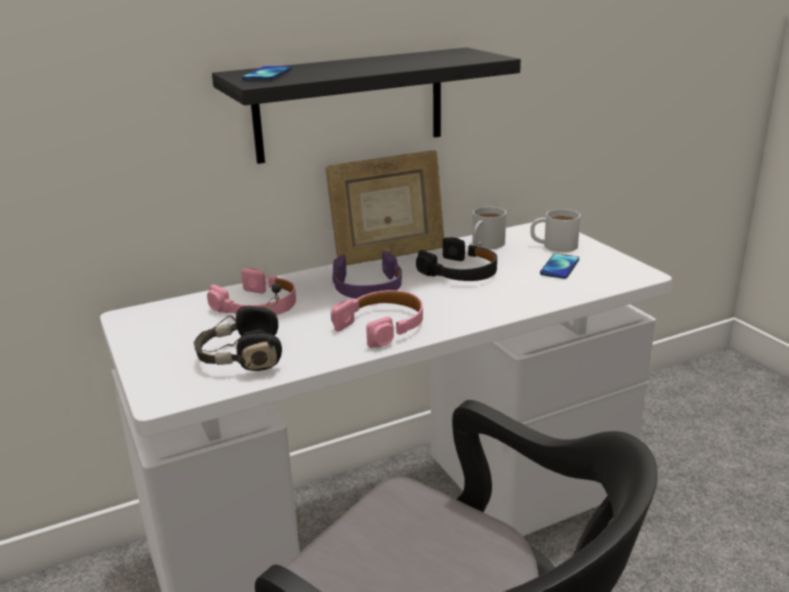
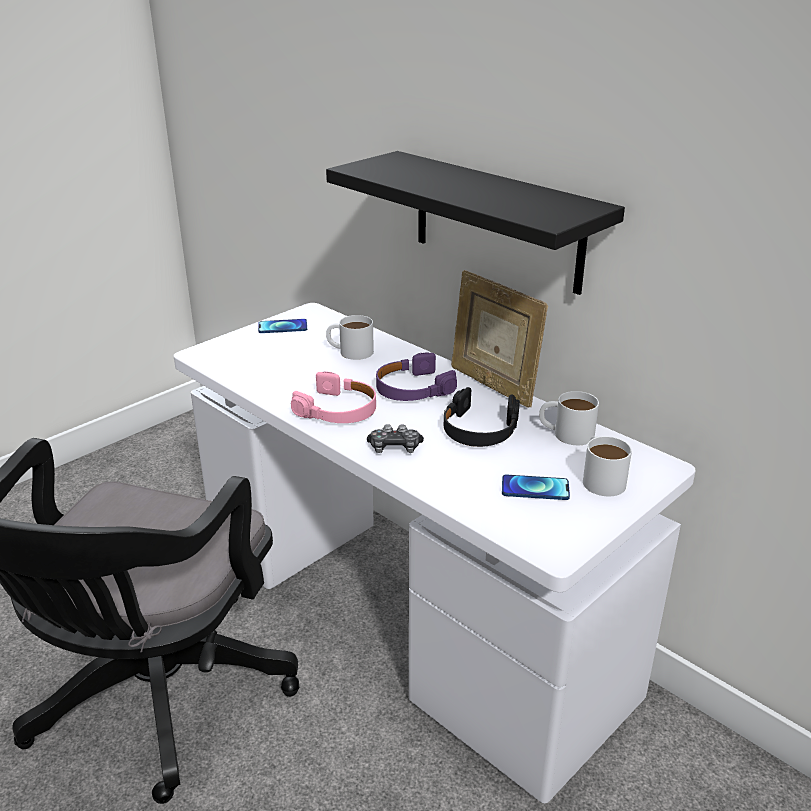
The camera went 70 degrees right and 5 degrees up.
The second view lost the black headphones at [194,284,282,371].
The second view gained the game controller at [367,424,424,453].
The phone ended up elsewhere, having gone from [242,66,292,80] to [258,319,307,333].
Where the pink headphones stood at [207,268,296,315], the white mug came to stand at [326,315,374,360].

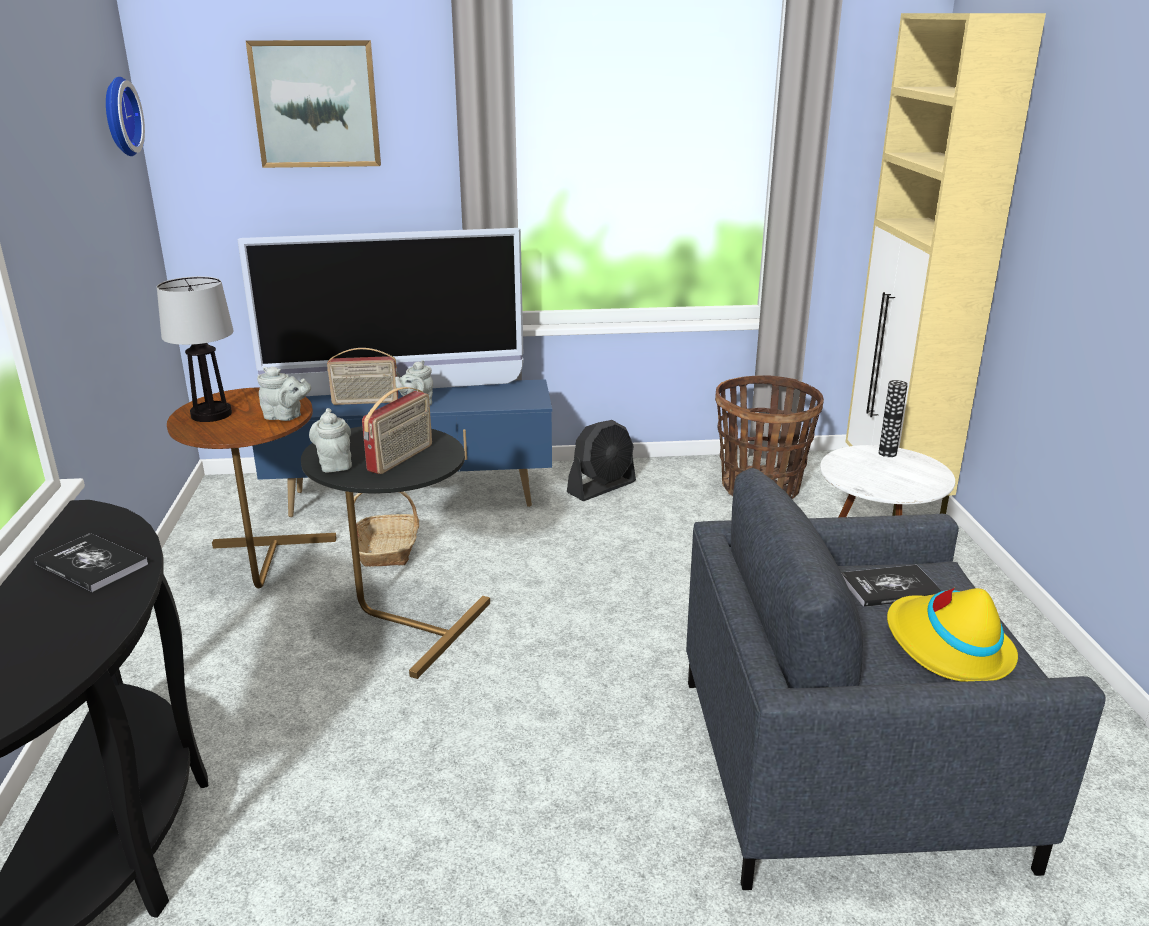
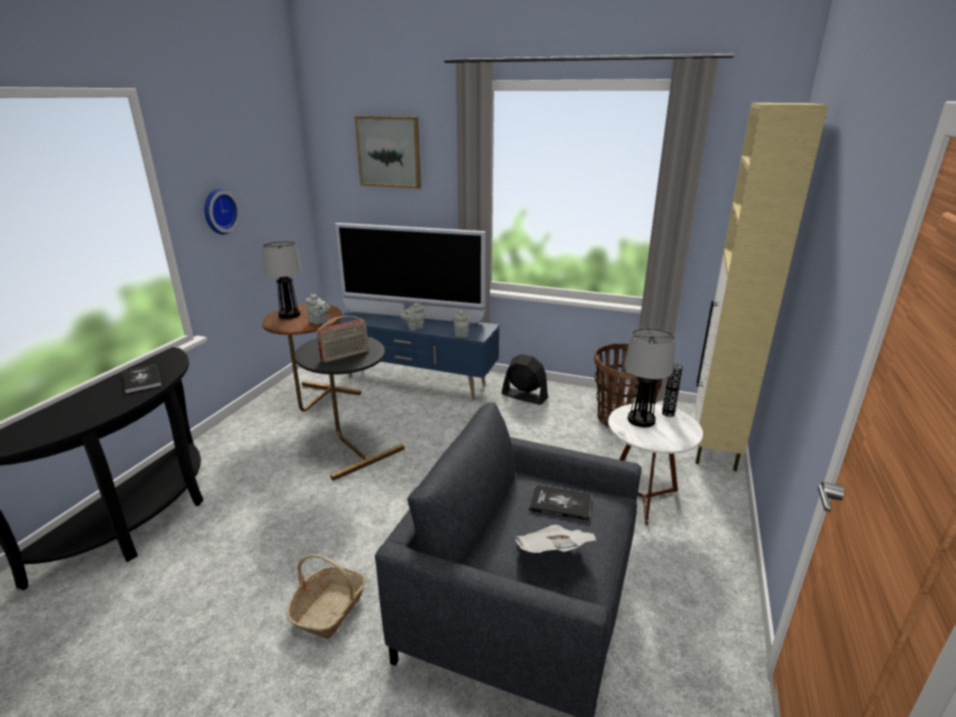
The camera went 25 degrees right and 0 degrees up.
The second view lost the radio at [327,348,398,405].
The second view gained the table lamp at [624,328,675,427].
The wall clock ended up elsewhere, having gone from [106,77,145,156] to [204,188,240,235].
The grey teapot ended up elsewhere, having gone from [309,408,352,472] to [453,309,471,338].
The basket ended up elsewhere, having gone from [354,492,419,567] to [286,554,366,639].
Where the yellow hat stood at [887,588,1018,682], the newspaper came to stand at [516,525,597,553].
The black fan at [567,420,636,501] ended up facing another way, 135 degrees counterclockwise from before.

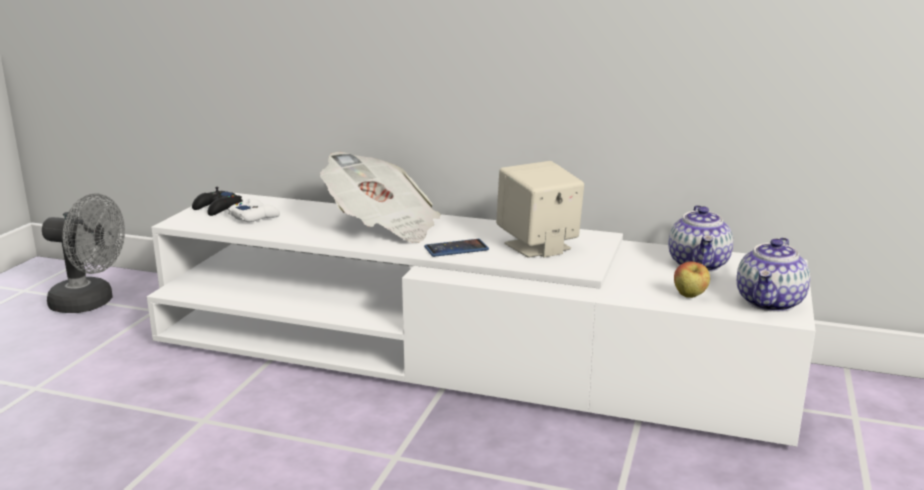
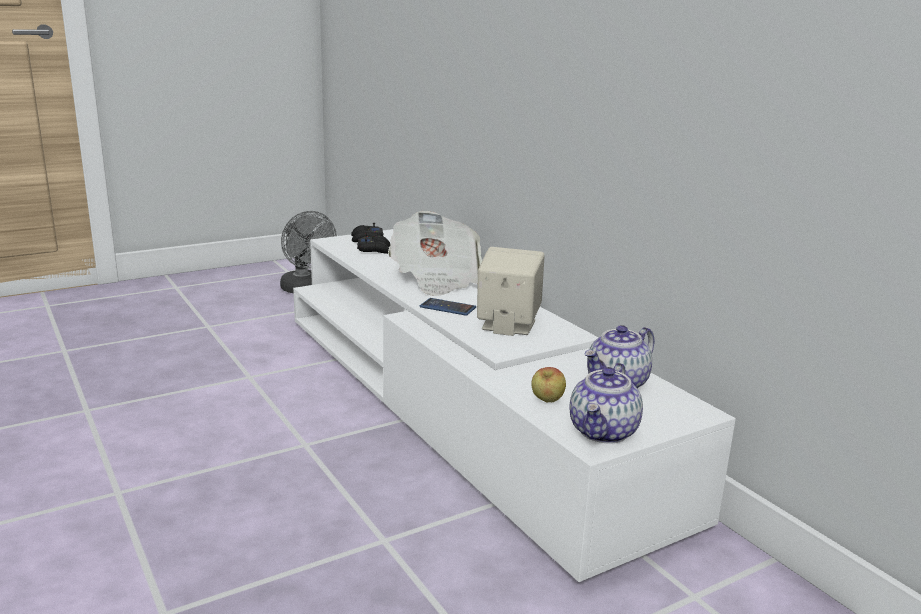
The camera went 40 degrees right and 0 degrees up.
What was the white game controller at [228,199,280,222] turned into the black game controller at [357,235,391,254].
The teapot at [737,237,810,312] ended up facing another way, 45 degrees counterclockwise from before.

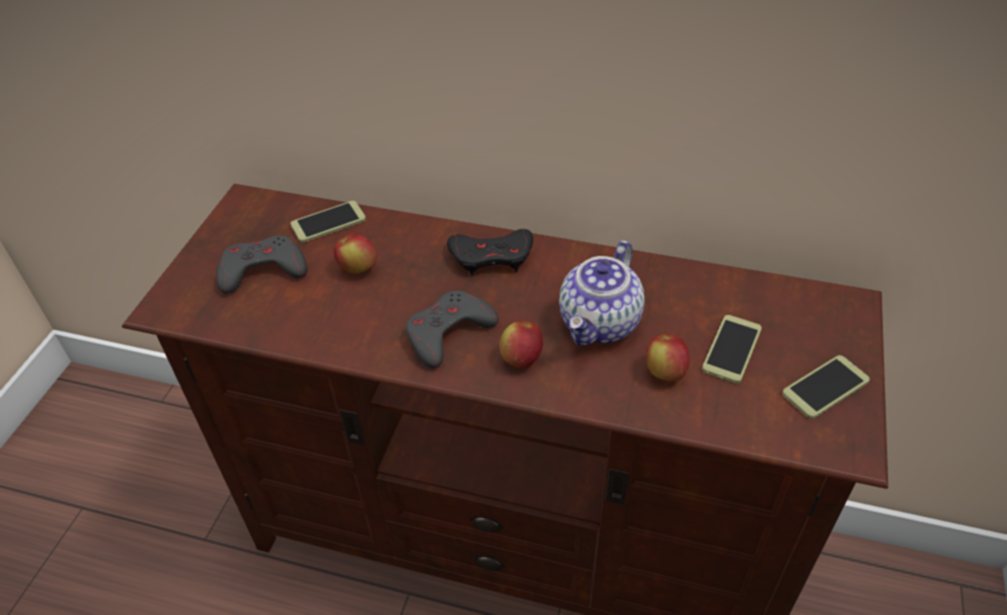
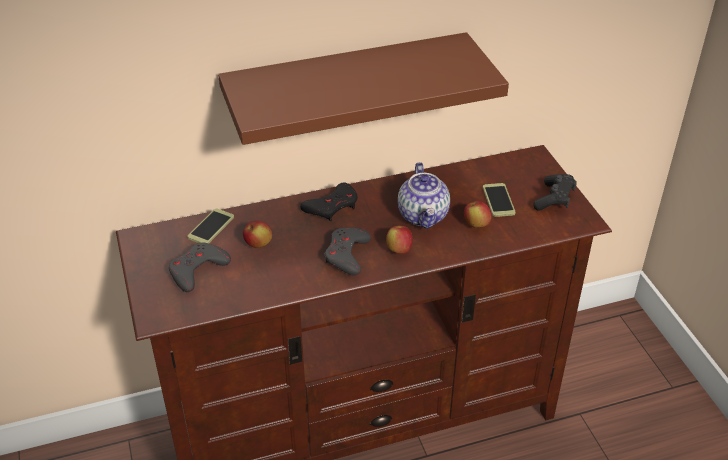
The camera went 35 degrees left and 5 degrees down.
The second view gained the brown shelf at [218,32,509,145].
Where the phone stood at [782,355,870,419], the black game controller came to stand at [533,174,577,211].

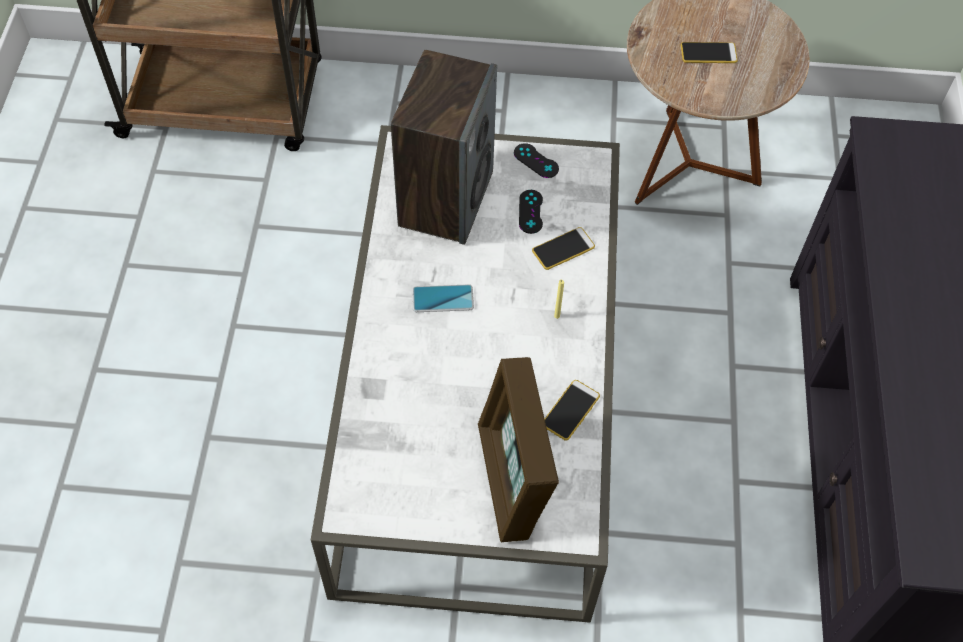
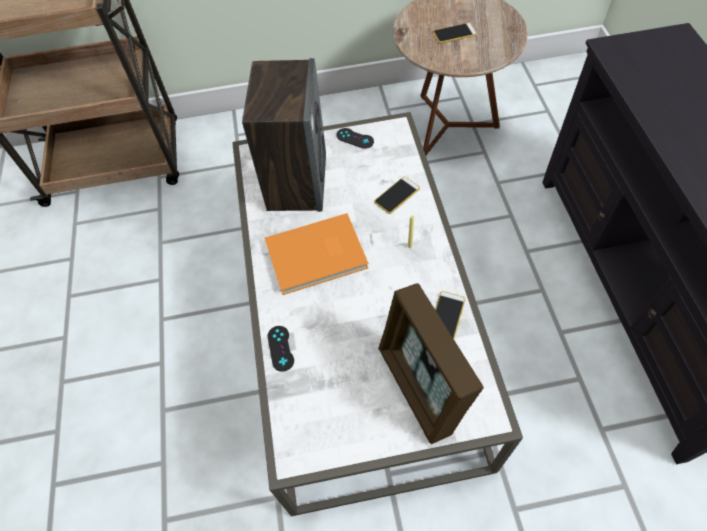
The camera went 10 degrees left and 0 degrees up.
The black game controller ended up elsewhere, having gone from [519,190,543,234] to [268,326,294,372].
Where the phone stood at [412,284,474,312], the orange book came to stand at [265,213,368,295].

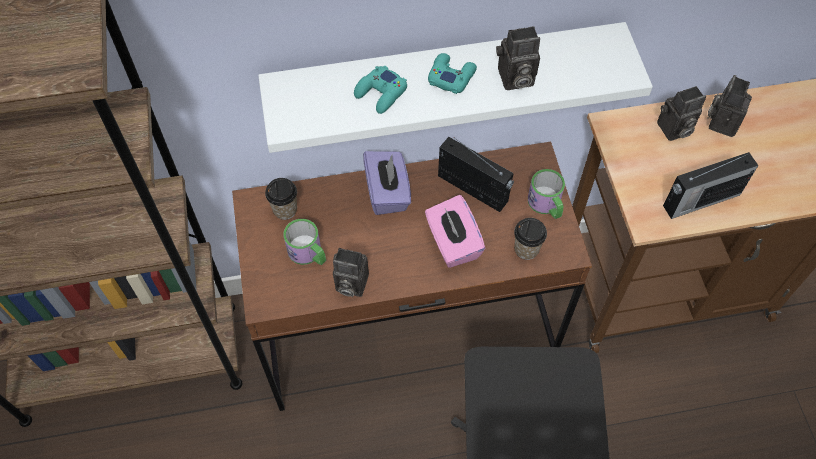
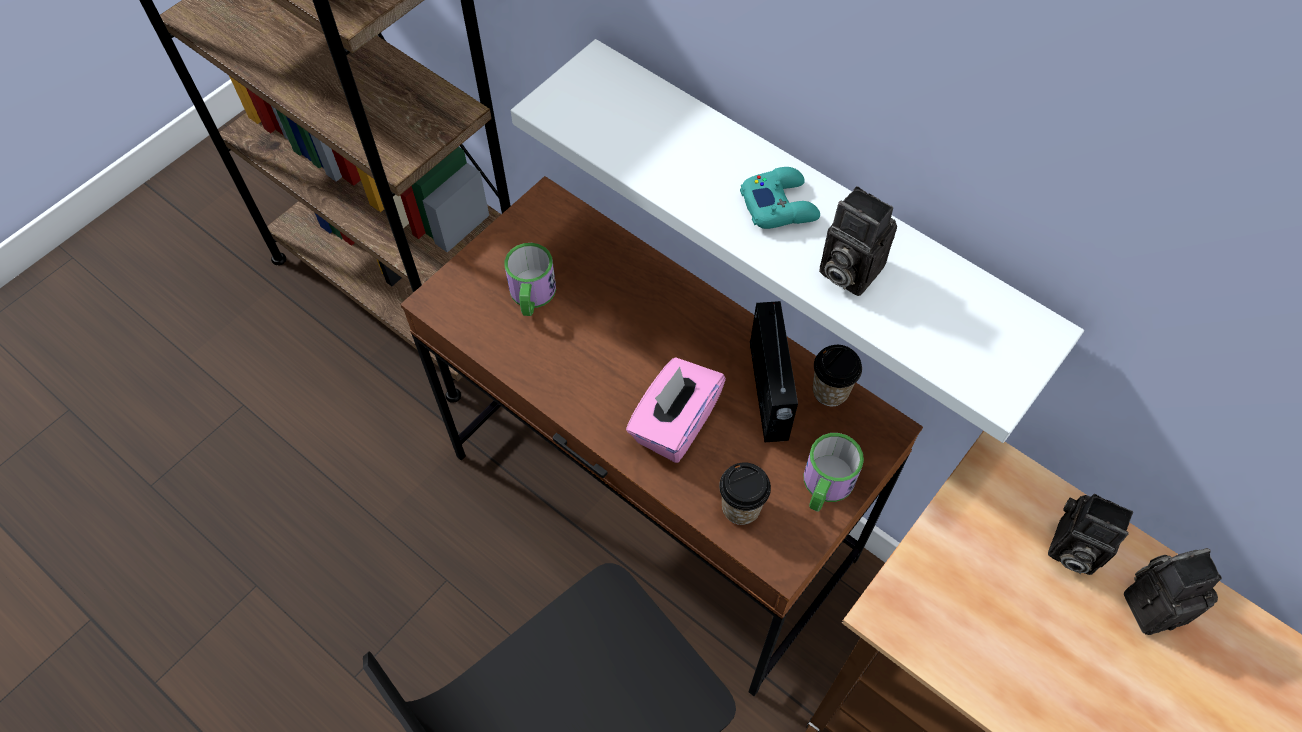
The camera went 50 degrees right and 0 degrees up.
The second view lost the photo camera at [333,248,369,297].
The second view lost the turquoise game controller at [354,66,407,114].
The second view lost the purple tissue box at [363,151,411,215].
The second view lost the radio at [663,152,758,219].
The cup ended up elsewhere, having gone from [265,178,297,220] to [813,345,862,406].

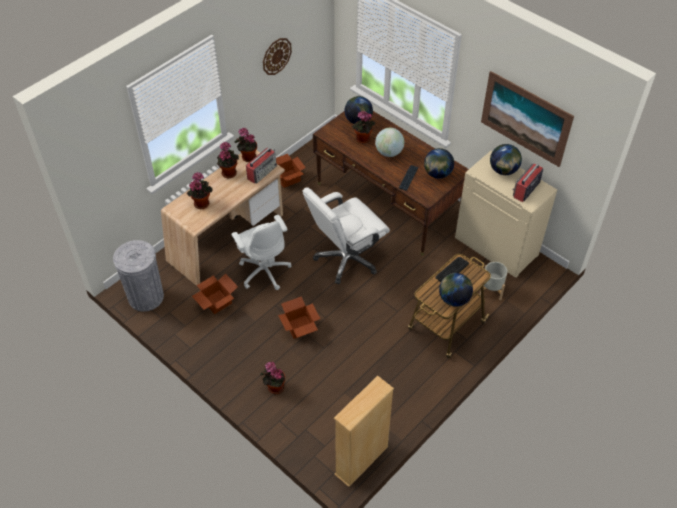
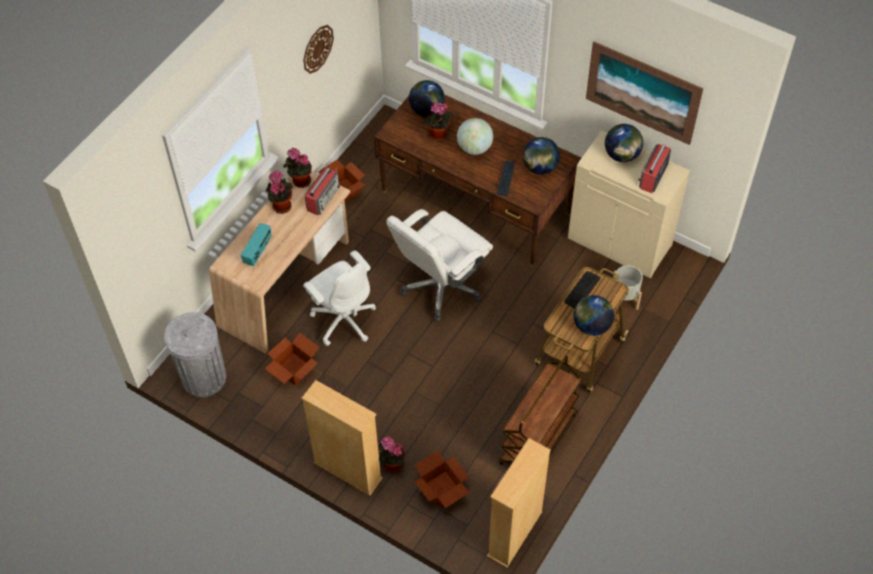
The camera went 10 degrees left and 5 degrees up.
The second view gained the beige bookcase at [301,380,383,496].
The second view gained the brown cart at [499,355,582,465].
The cardboard box ended up elsewhere, having gone from [278,296,321,339] to [414,450,470,508].
Where the potted plant stood at [187,172,213,209], the radio came to stand at [241,223,271,266].

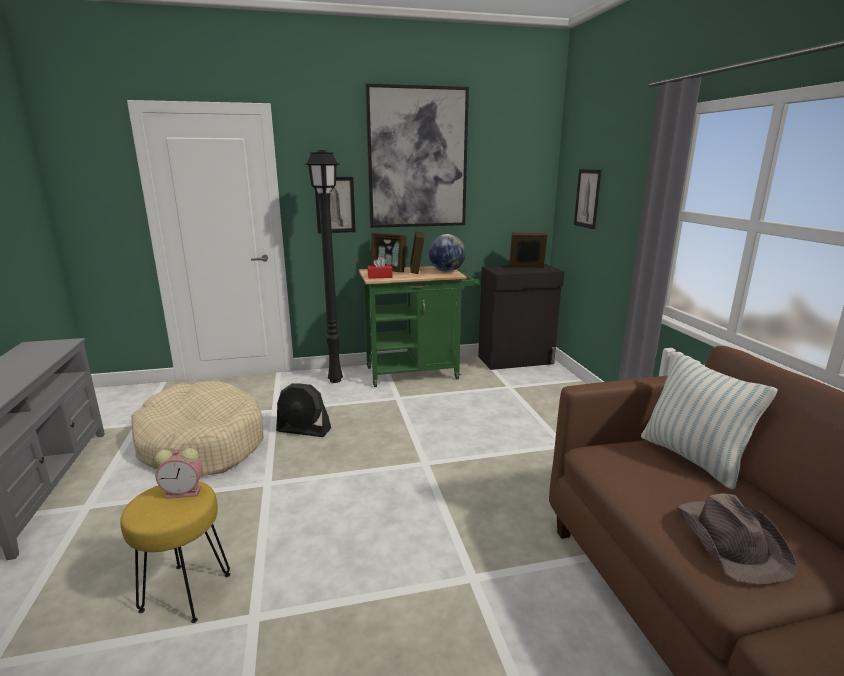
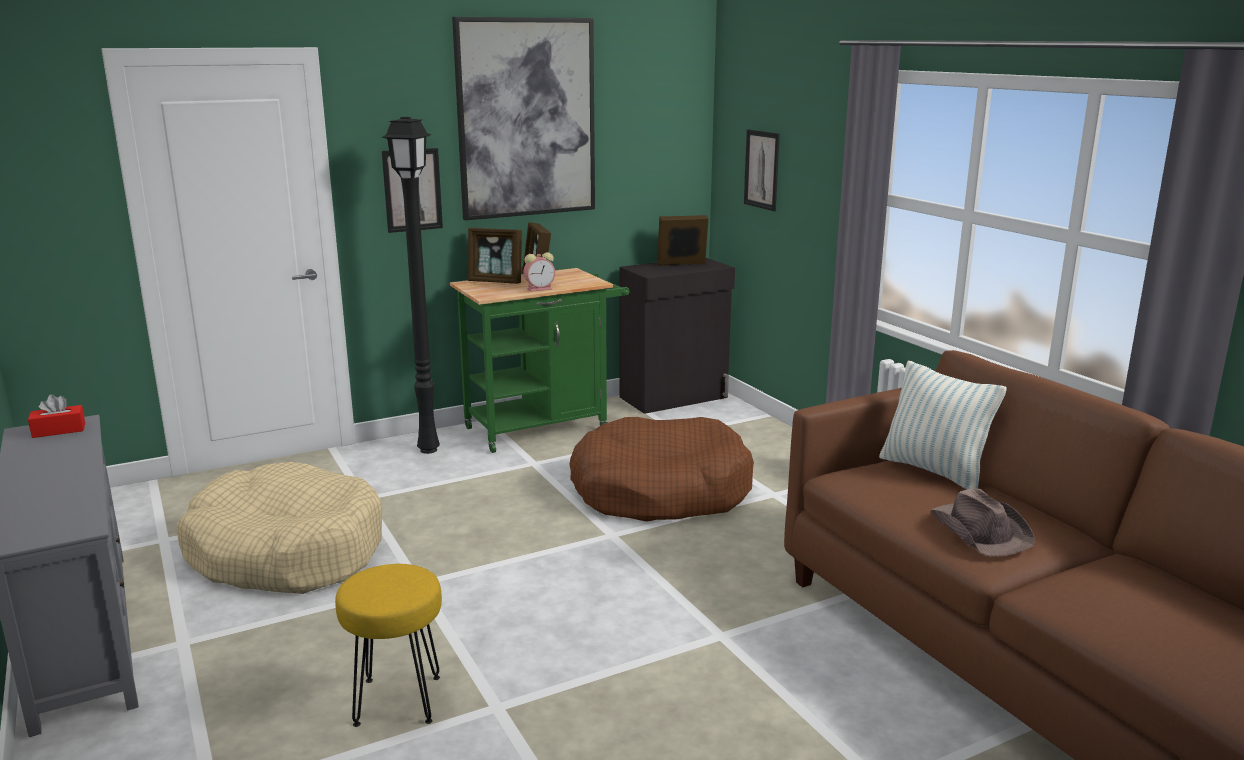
The camera went 15 degrees left and 0 degrees up.
The second view lost the black fan at [276,383,331,437].
The second view lost the globe at [429,234,466,272].
The second view gained the brown dog bed at [569,417,754,522].
The alarm clock ended up elsewhere, having gone from [155,448,203,499] to [524,252,555,292].
The red tissue box ended up elsewhere, having gone from [368,257,393,279] to [28,394,85,438].

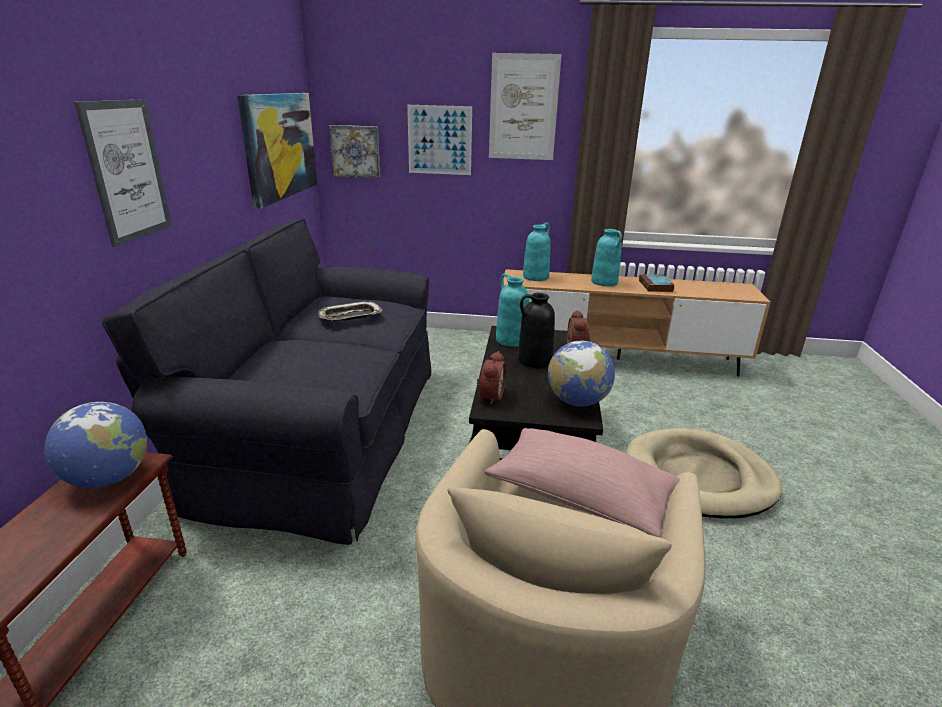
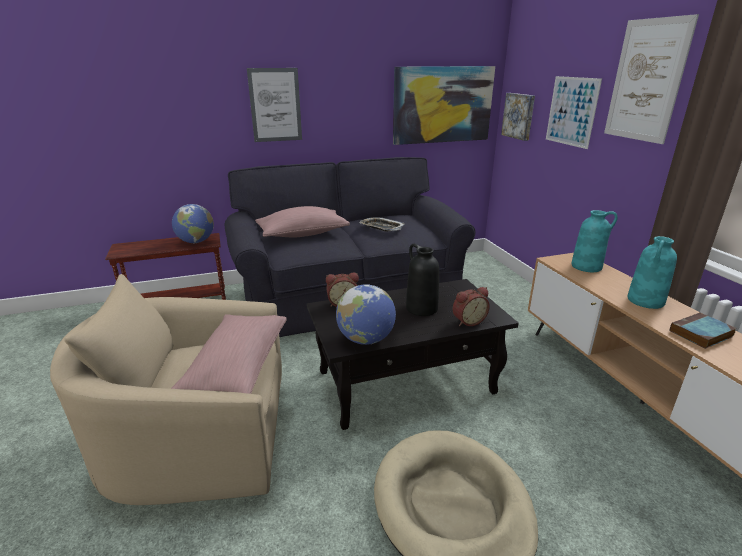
The camera went 65 degrees right and 0 degrees up.
The second view lost the turquoise vase at [496,273,529,347].
The second view gained the pink pillow at [255,206,350,237].

